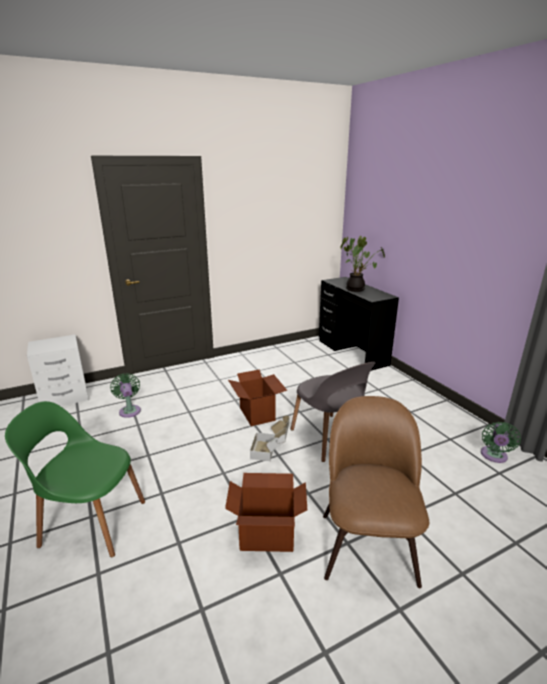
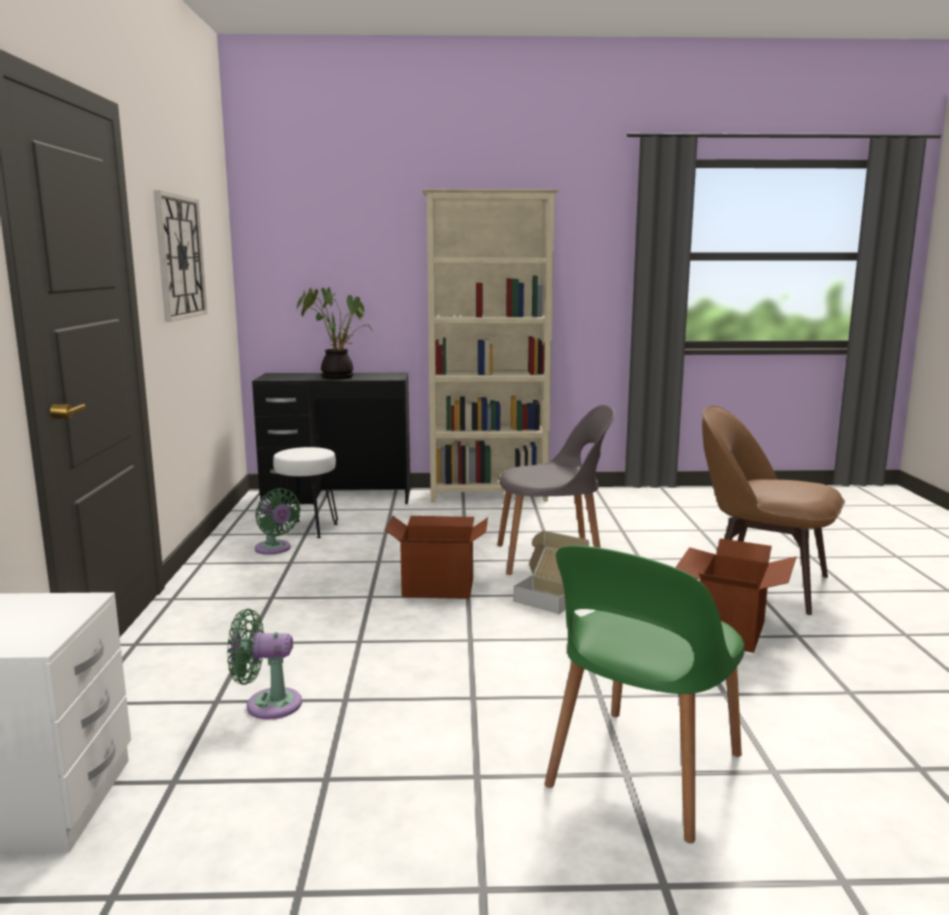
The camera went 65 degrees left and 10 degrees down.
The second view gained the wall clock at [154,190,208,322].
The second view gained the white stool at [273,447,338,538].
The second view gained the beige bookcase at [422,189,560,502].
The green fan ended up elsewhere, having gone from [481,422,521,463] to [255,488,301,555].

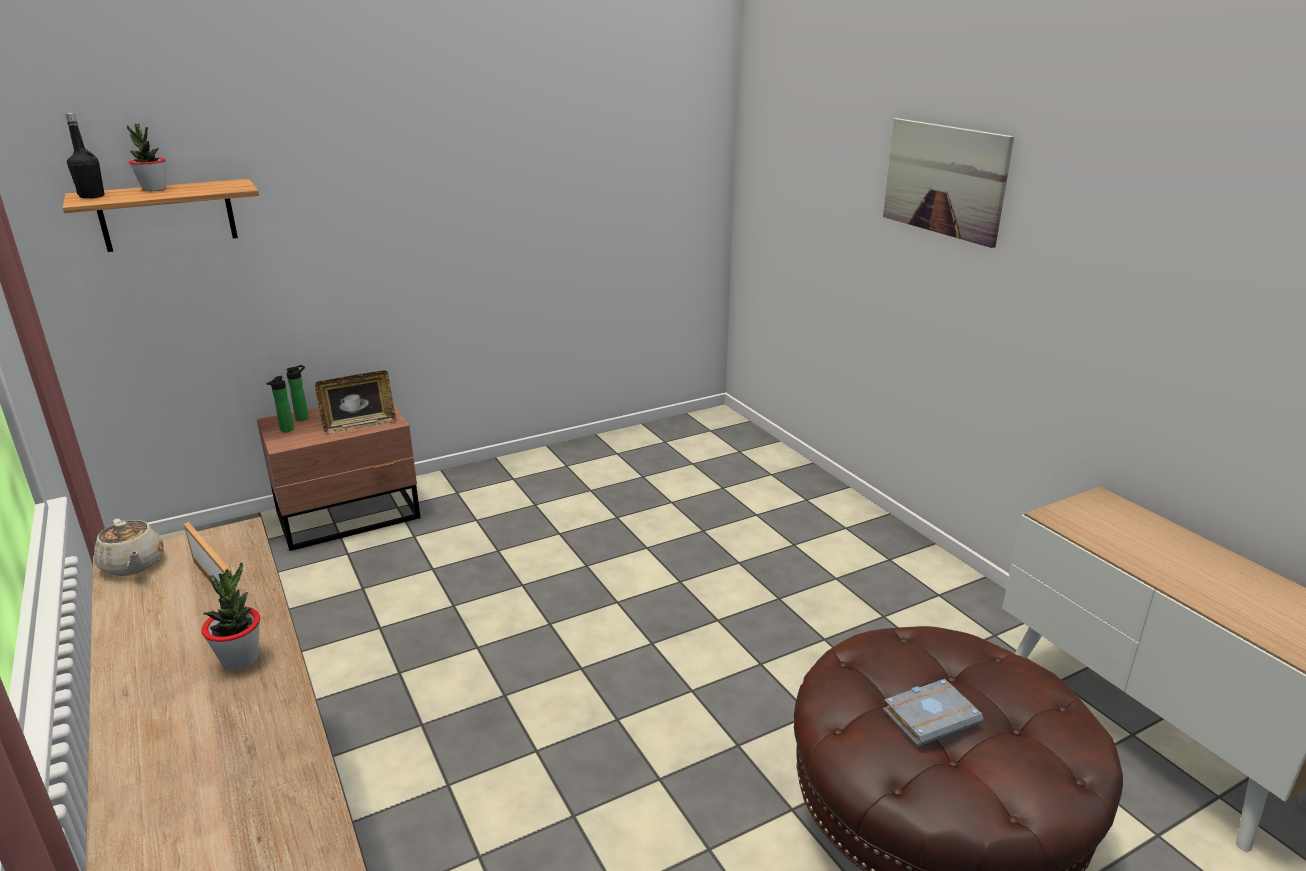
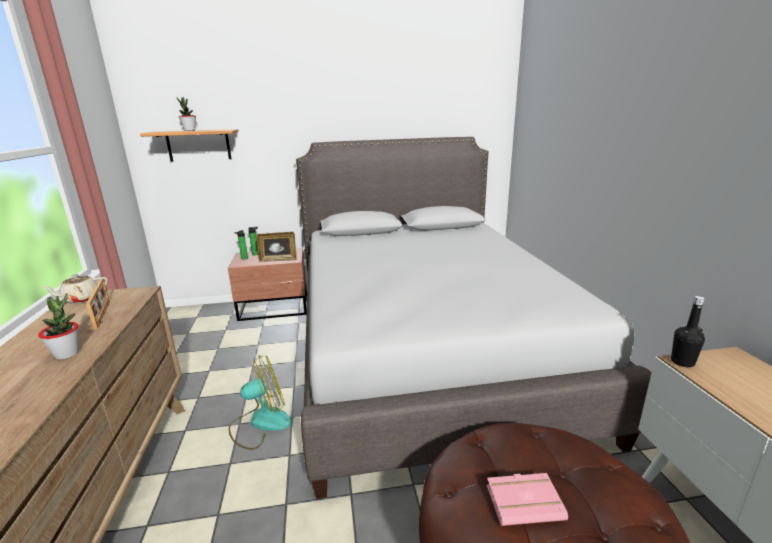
The camera went 20 degrees right and 5 degrees down.
The second view lost the picture at [883,118,1014,248].
The second view gained the fan at [229,355,292,450].
The second view gained the grey bed at [296,137,652,499].
The black bottle ended up elsewhere, having gone from [65,113,104,199] to [671,296,705,367].
What was the grey book at [883,679,984,747] turned into the pink book at [487,473,568,526].
The beige teapot at [94,519,164,576] ended up facing another way, 75 degrees clockwise from before.

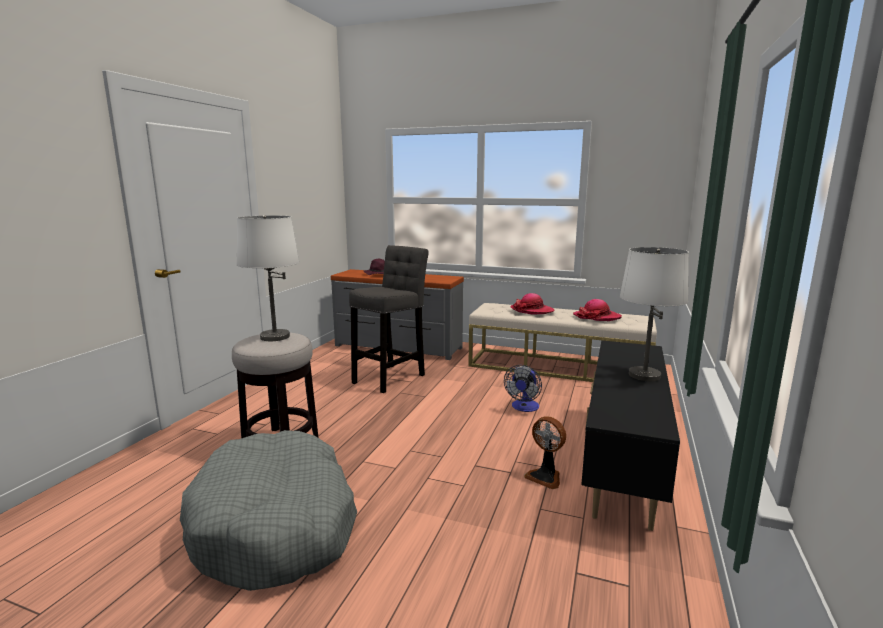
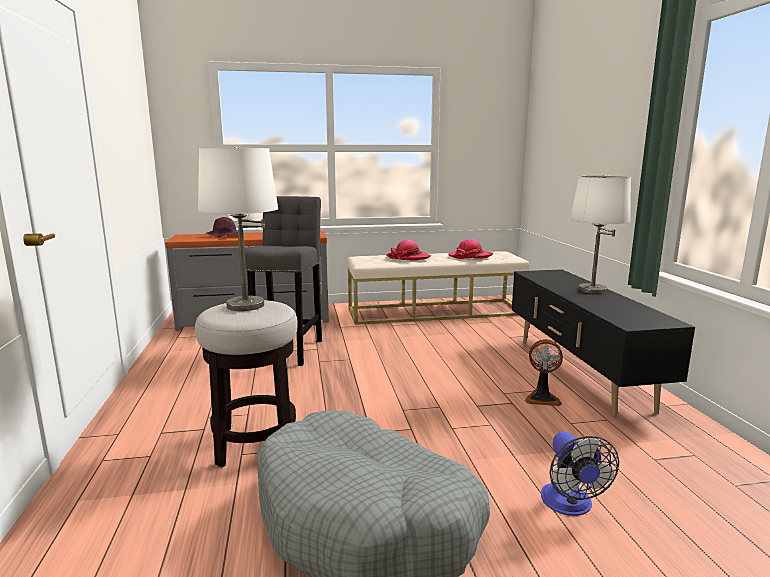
The camera went 30 degrees left and 0 degrees up.
The fan ended up elsewhere, having gone from [504,365,542,412] to [541,432,619,516].

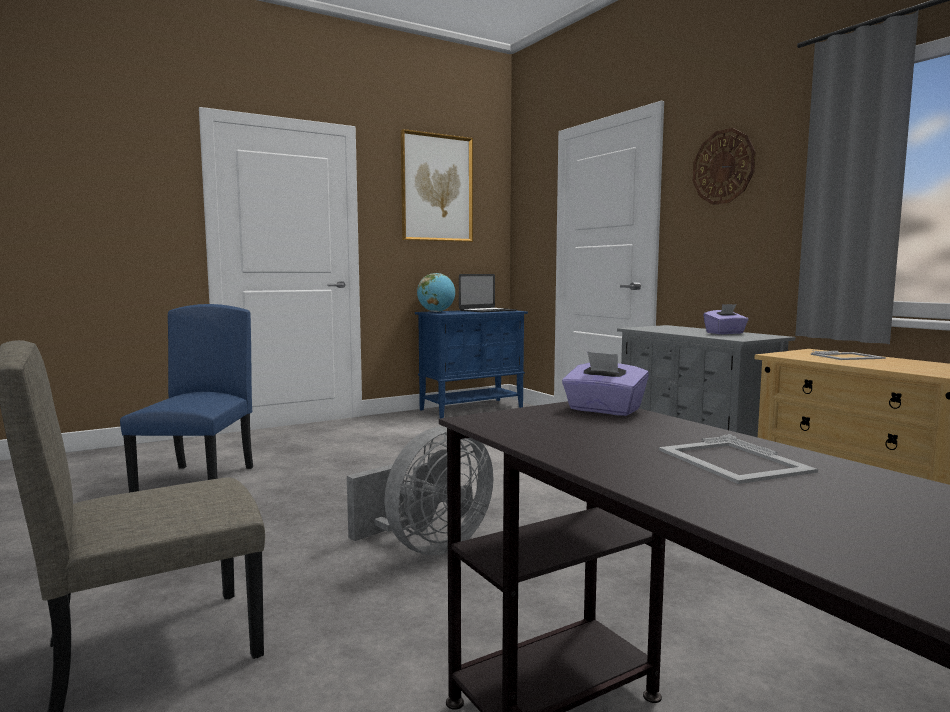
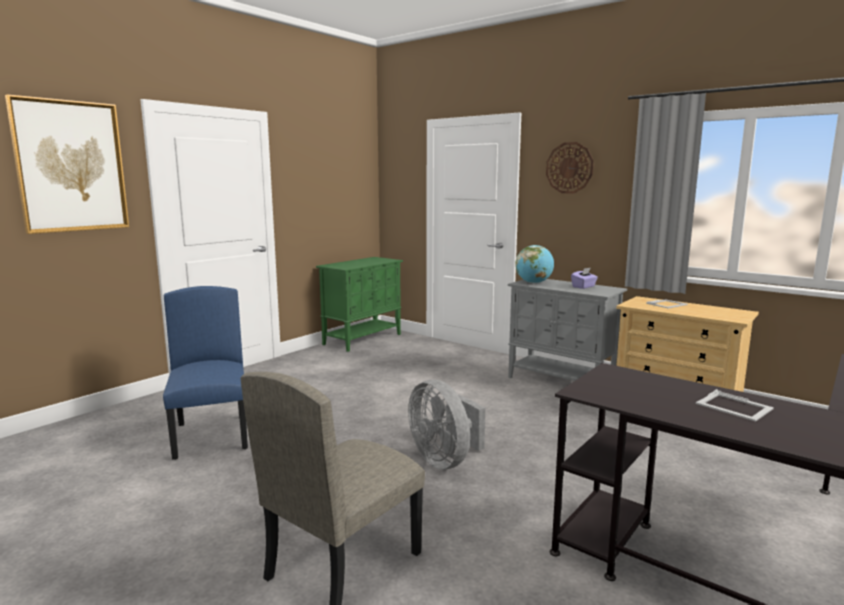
The camera went 20 degrees left and 5 degrees up.
The second view lost the laptop at [459,274,517,312].
The second view lost the purple tissue box at [562,351,649,416].
The picture ended up elsewhere, having gone from [401,129,473,242] to [5,94,129,234].
The globe ended up elsewhere, having gone from [417,273,455,312] to [515,245,554,283].
What was the blue cabinet at [415,310,528,418] turned into the green cabinet at [316,257,403,352].
The grey fan at [347,426,493,555] ended up facing another way, 120 degrees clockwise from before.

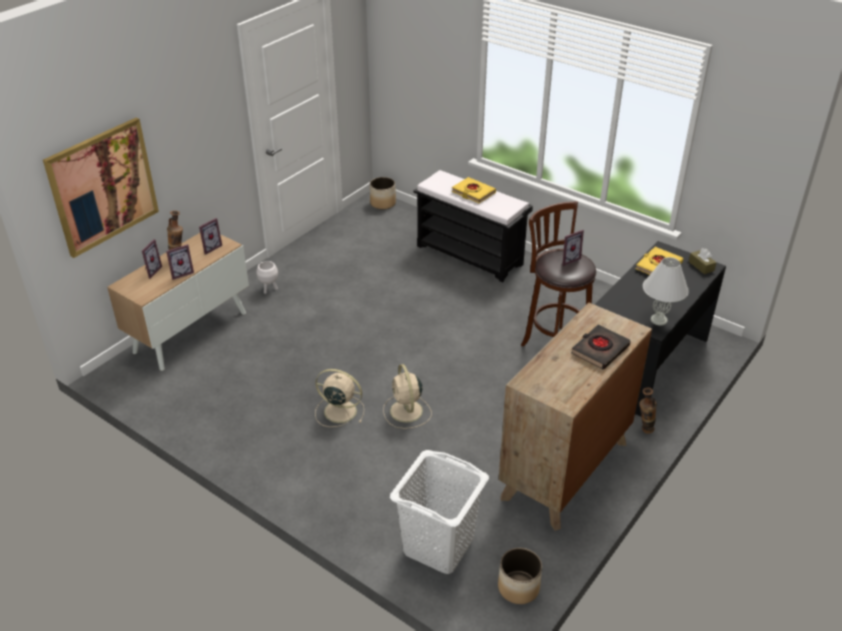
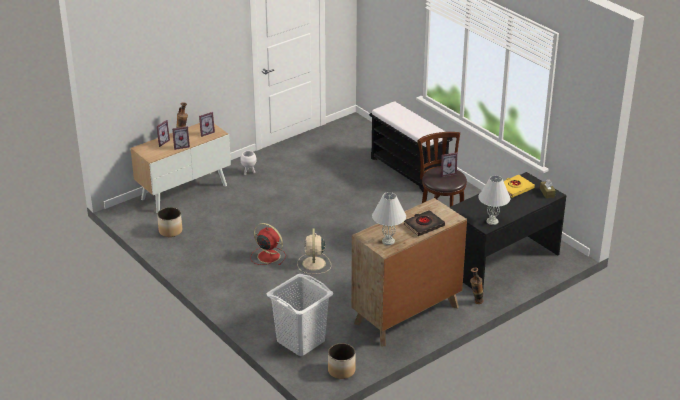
The camera went 15 degrees right and 5 degrees down.
The second view lost the picture at [43,118,159,258].
The second view lost the yellow book at [452,177,496,203].
The second view gained the white table lamp at [372,192,406,245].
The planter ended up elsewhere, having gone from [370,177,396,209] to [157,207,182,237].
What was the beige fan at [315,369,364,427] turned into the red fan at [251,223,286,265].

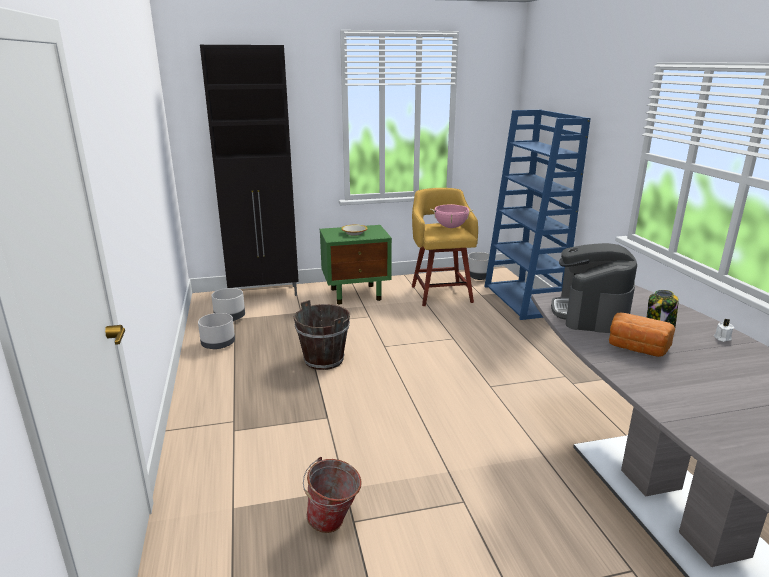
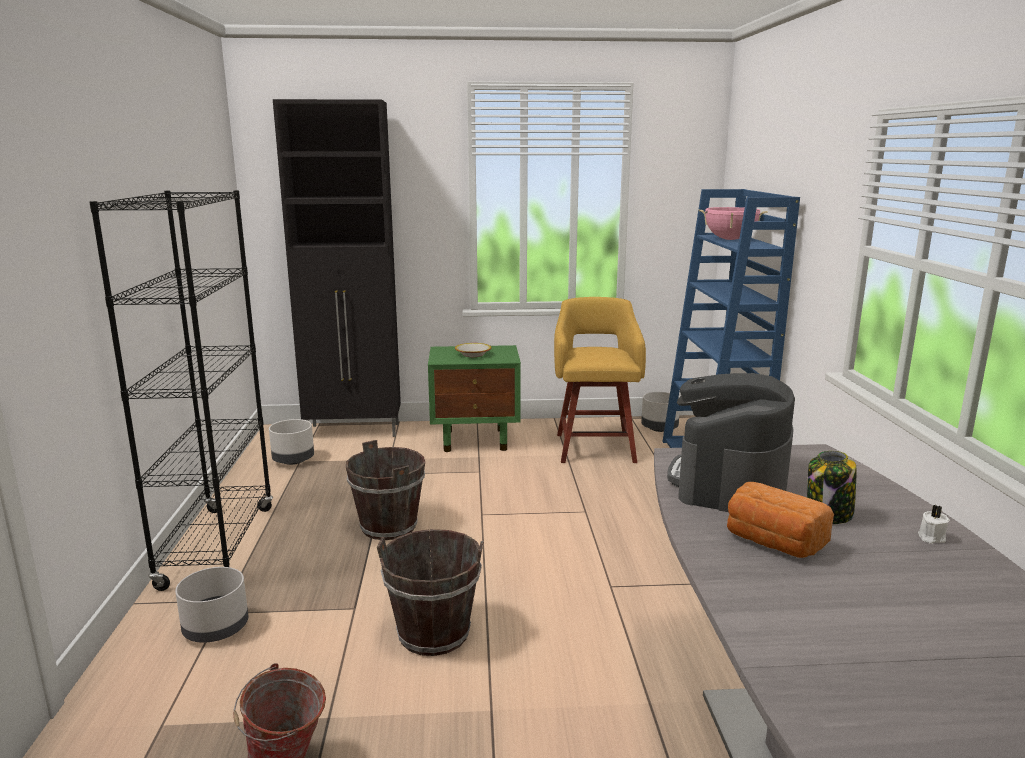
The camera went 10 degrees right and 5 degrees down.
The second view gained the black bookcase at [90,190,273,591].
The second view gained the brown bucket at [377,529,484,656].
The grey planter ended up elsewhere, having gone from [198,313,235,349] to [175,567,248,643].
The pink cooking pot ended up elsewhere, having gone from [430,204,473,228] to [699,207,768,240].

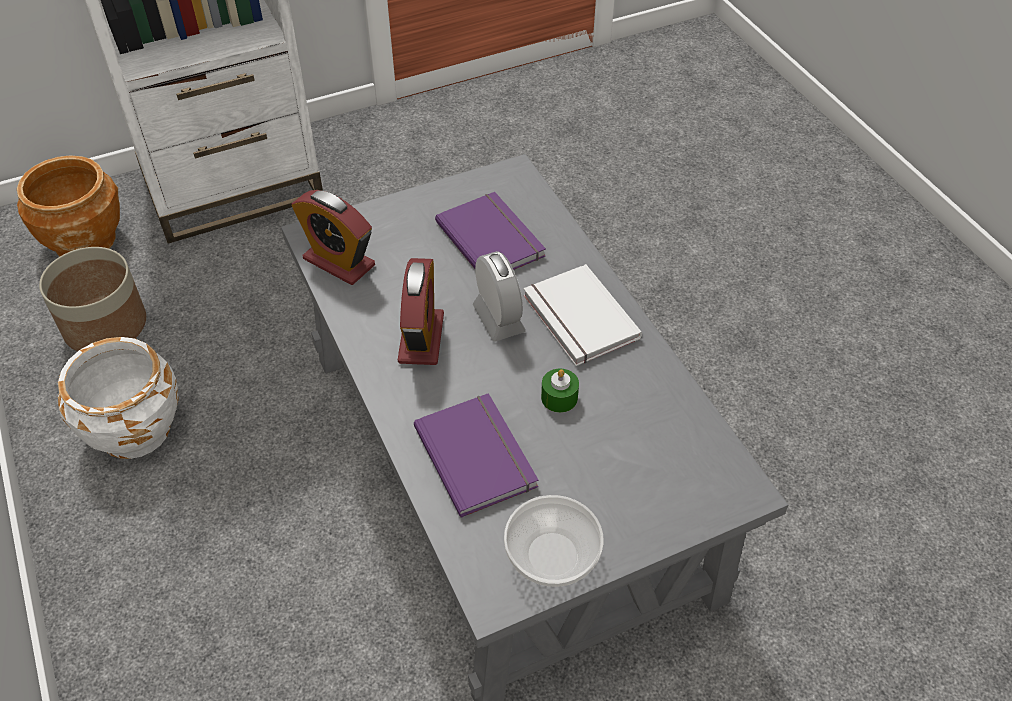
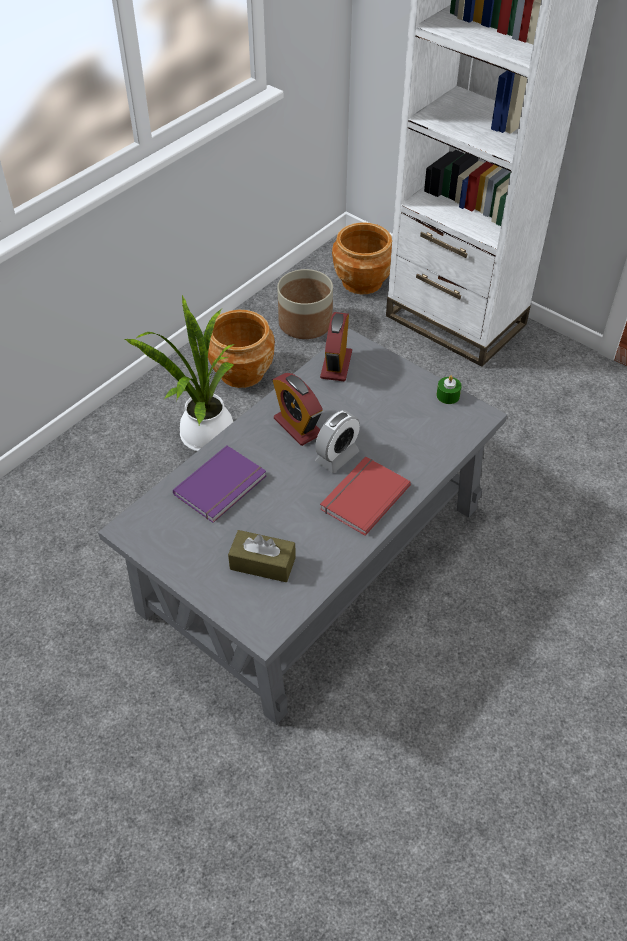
The camera went 65 degrees right and 0 degrees up.
The second view lost the purple book at [435,192,546,270].
The second view lost the bowl at [504,495,604,587].
The second view gained the potted plant at [124,294,235,451].
The second view gained the brown tissue box at [228,530,296,582].
The green candle ended up elsewhere, having gone from [541,368,579,413] to [437,375,462,404].
What was the white planter at [58,337,179,459] turned into the brown planter at [208,310,275,388].
What was the white book at [523,264,642,366] turned into the red book at [320,457,411,536].
The alarm clock at [398,258,444,365] ended up facing another way, 75 degrees clockwise from before.

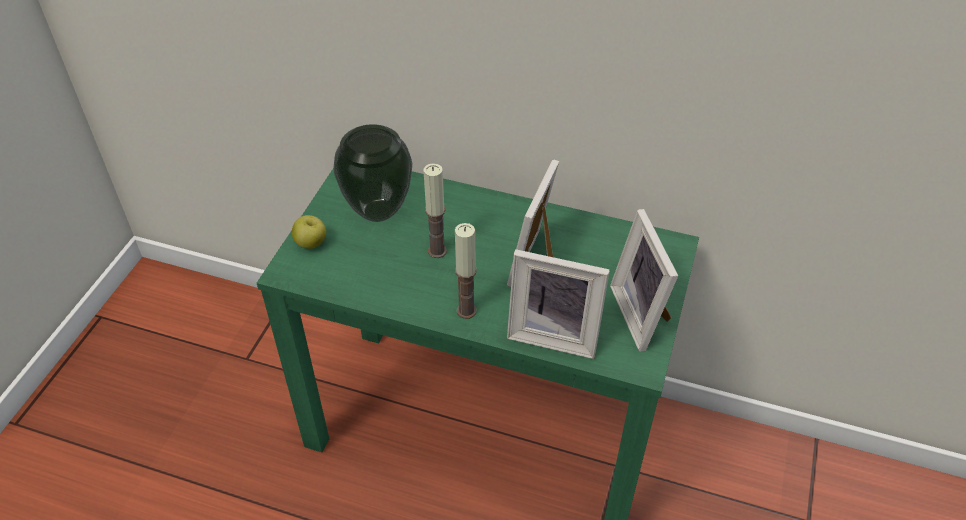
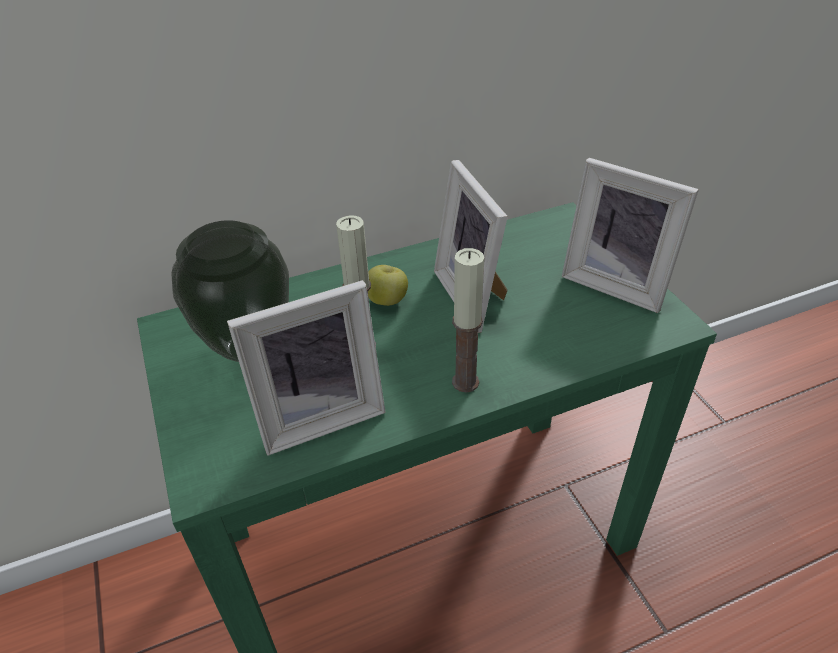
The camera went 40 degrees left and 5 degrees down.
The apple ended up elsewhere, having gone from [292,215,326,249] to [368,265,408,306].
The picture frame ended up elsewhere, having gone from [507,249,610,359] to [227,280,386,456].

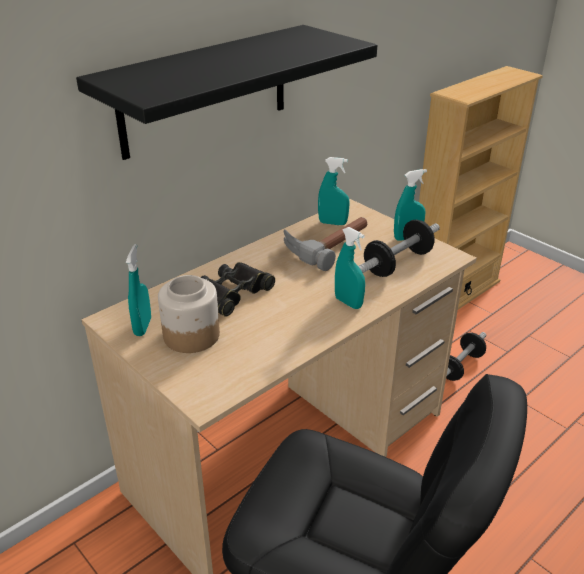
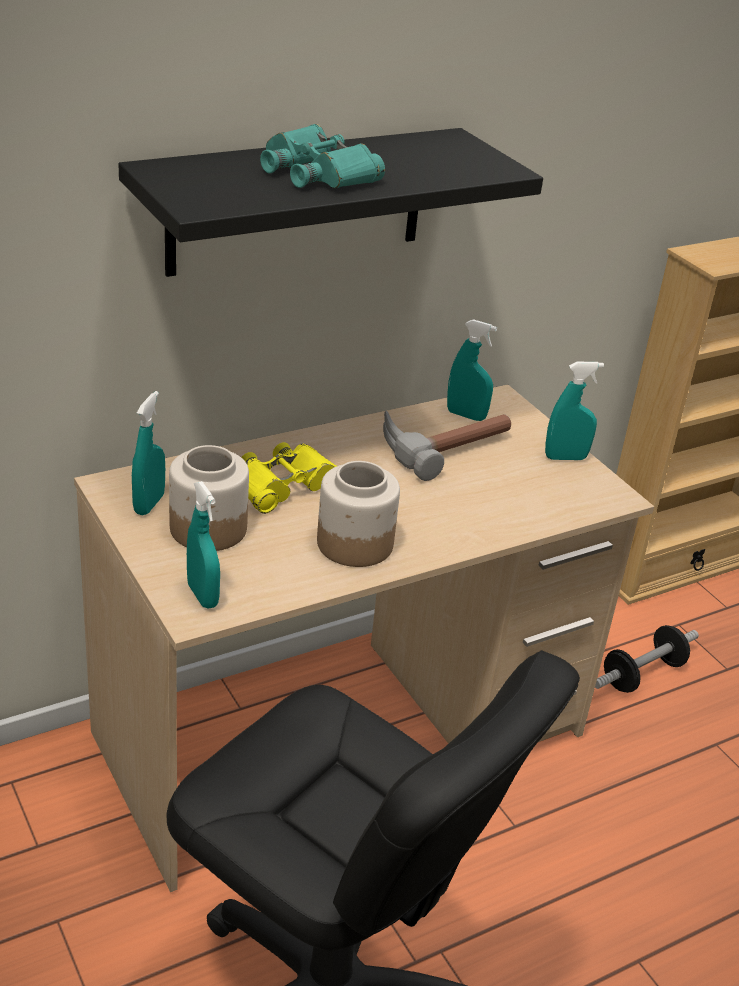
The camera went 10 degrees right and 0 degrees up.
The second view lost the dumbbell at [358,219,440,277].
The second view gained the turquoise binoculars at [260,124,385,188].
The second view gained the jar at [317,461,400,567].
The turquoise spray bottle ended up elsewhere, having gone from [335,227,365,309] to [187,481,220,608].
What was the black binoculars at [200,262,275,317] turned into the yellow binoculars at [241,442,336,514].

